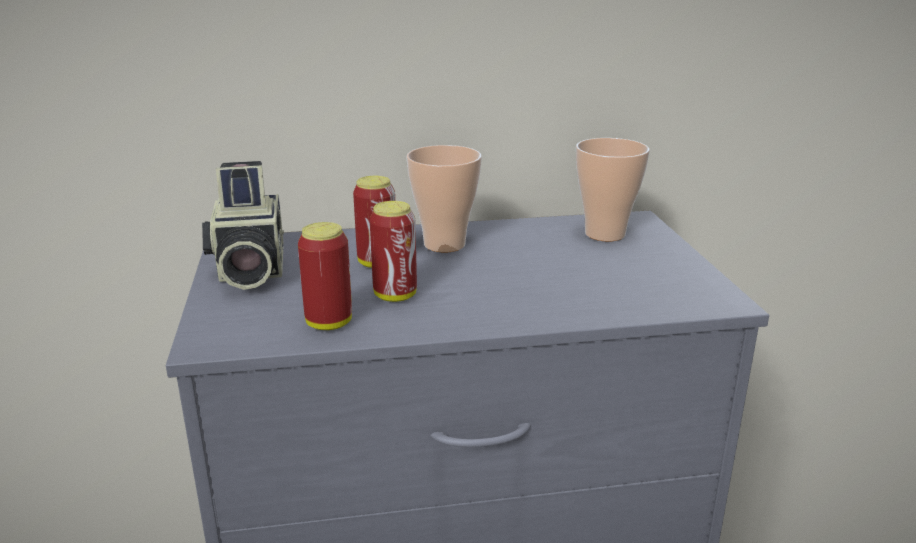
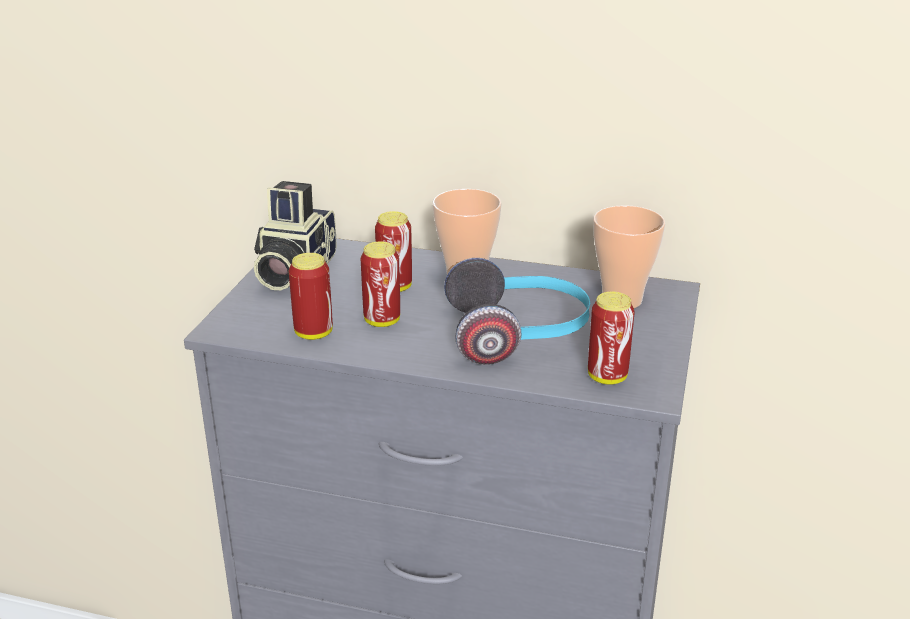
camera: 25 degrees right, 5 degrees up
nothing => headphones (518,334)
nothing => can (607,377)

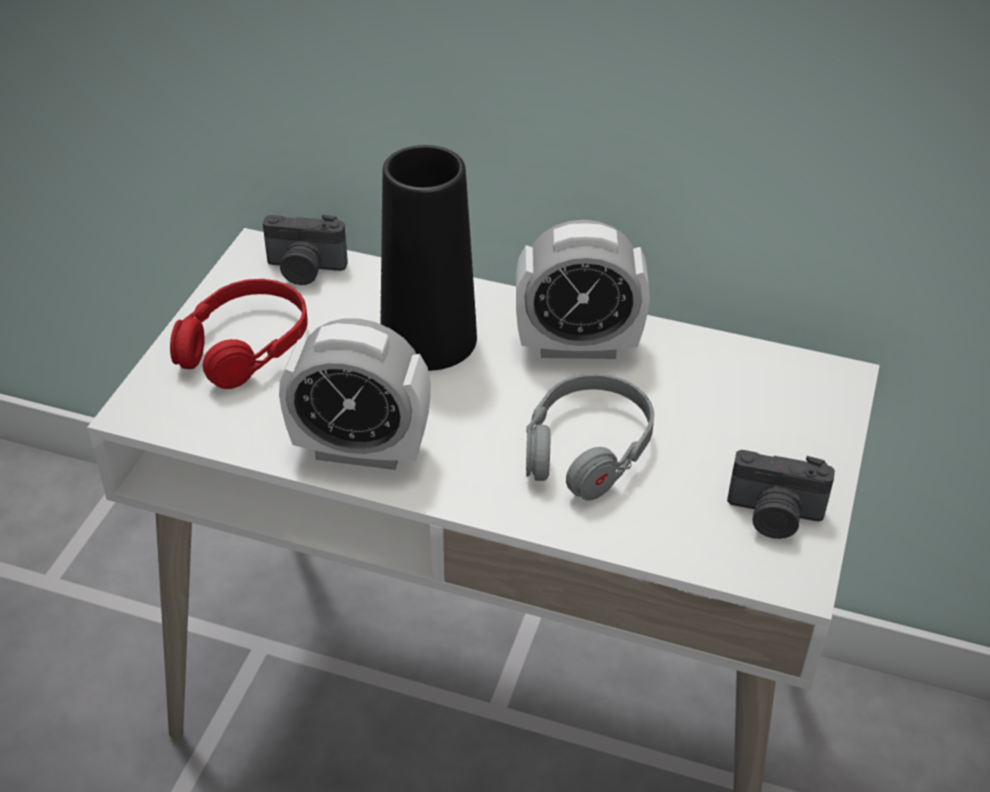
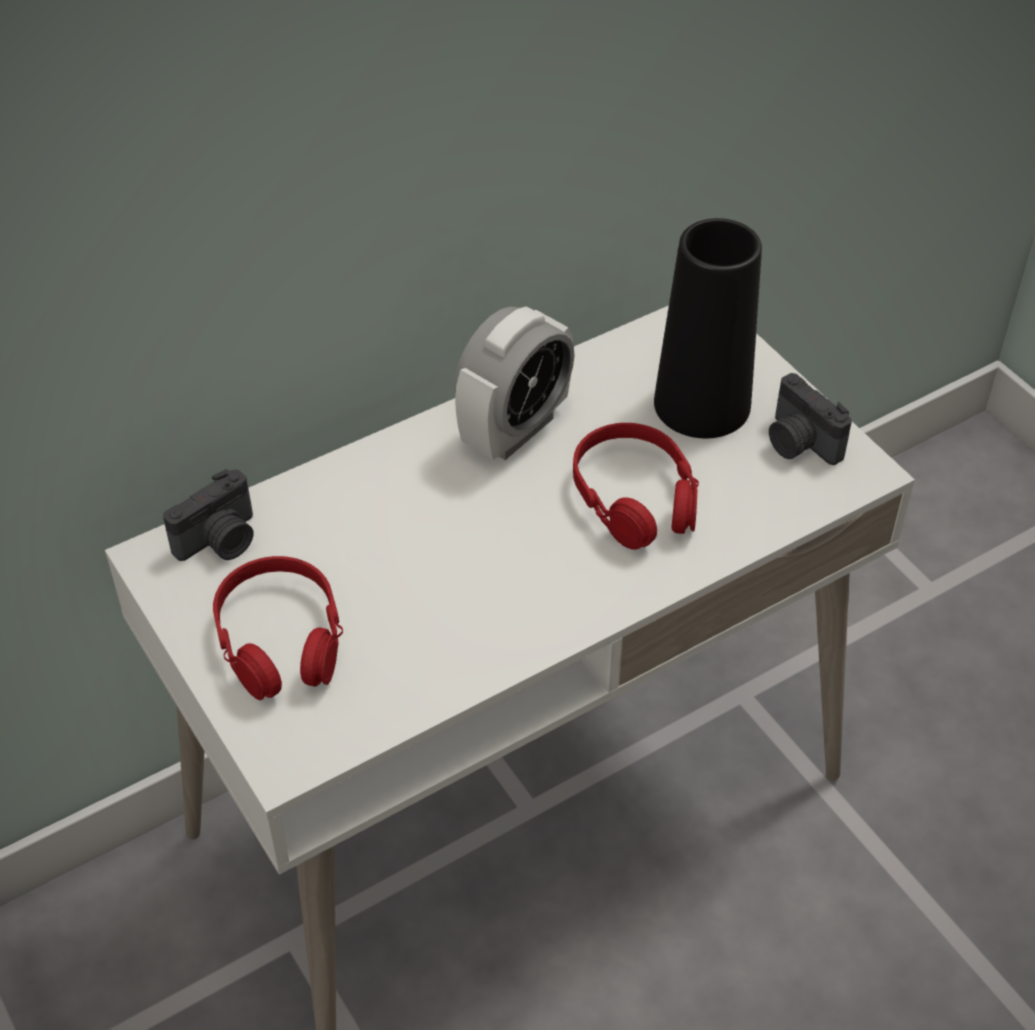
camera: 50 degrees left, 5 degrees up
alarm clock (360,450) => nothing
vase (black) (428,338) => vase (black) (702,404), moved
headphones (grey) (586,450) => headphones (red) (635,499)
photo camera (774,516) => photo camera (799,443), 90 degrees clockwise

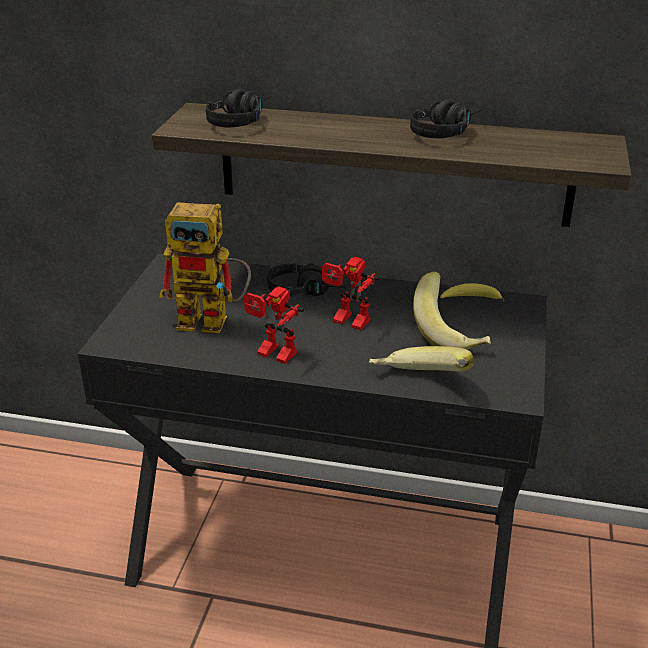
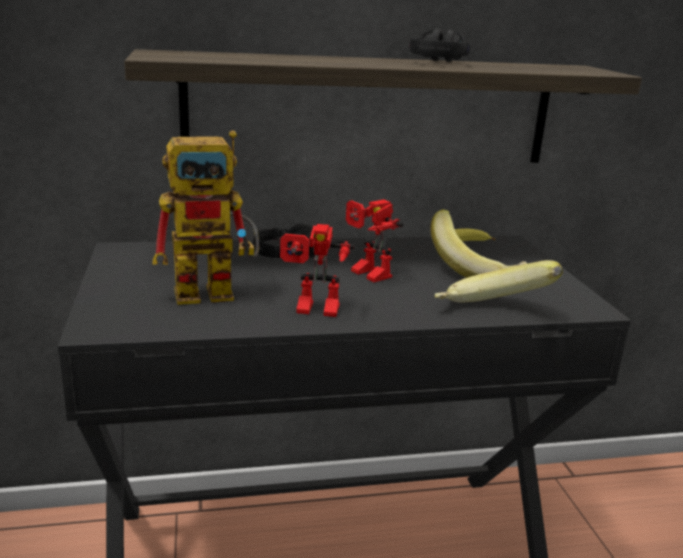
camera: 25 degrees left, 10 degrees down
headphones (black) (241,121) => nothing
toy robot (347,322) => toy robot (365,274), 45 degrees clockwise

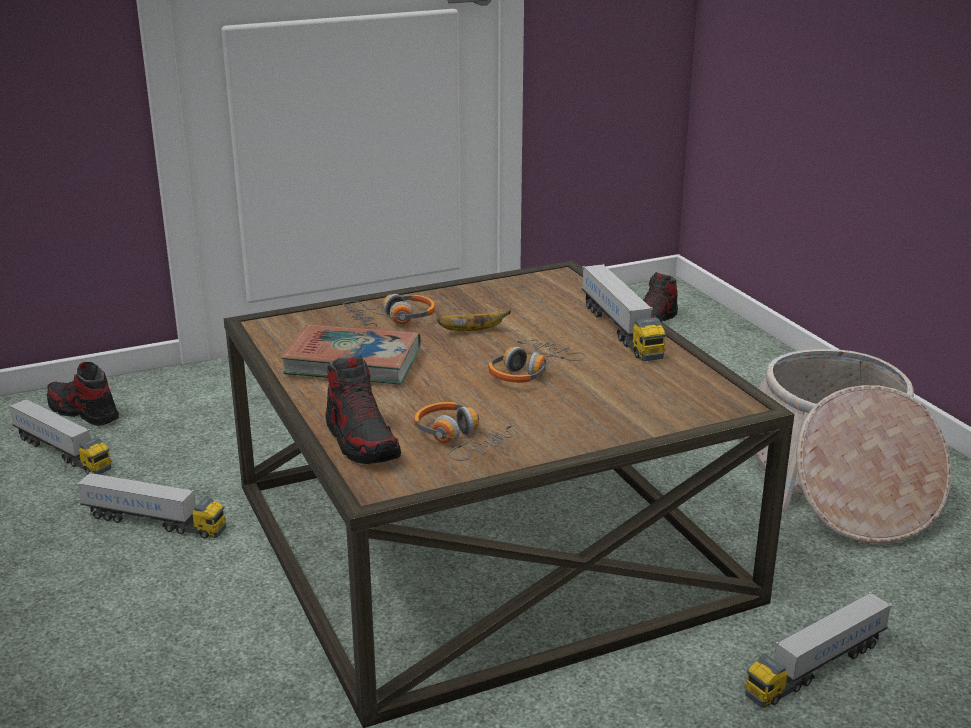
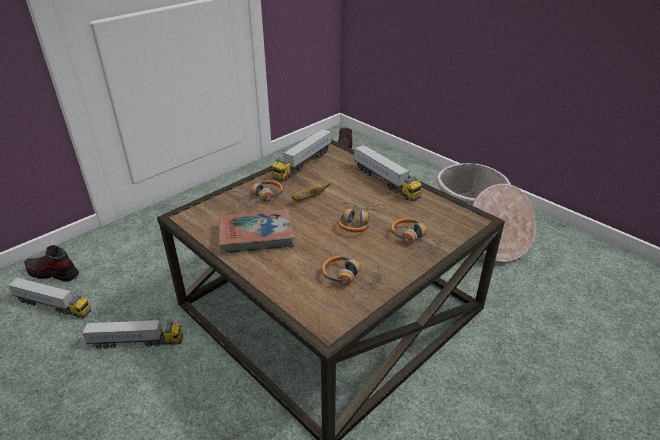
camera: 20 degrees left, 10 degrees up
shoe (361,440) => nothing
nothing => headphones (415,241)
toy truck (816,667) => toy truck (303,163), moved

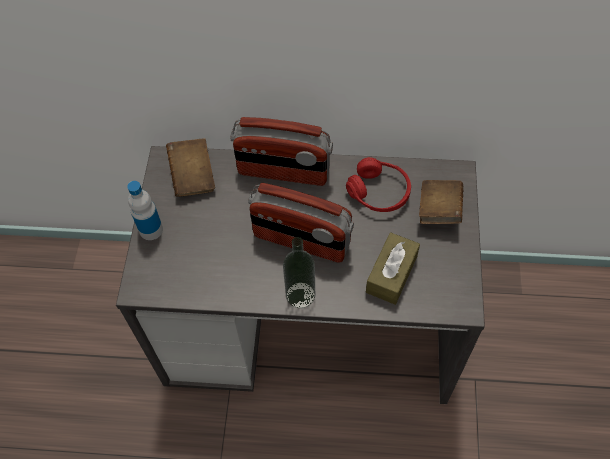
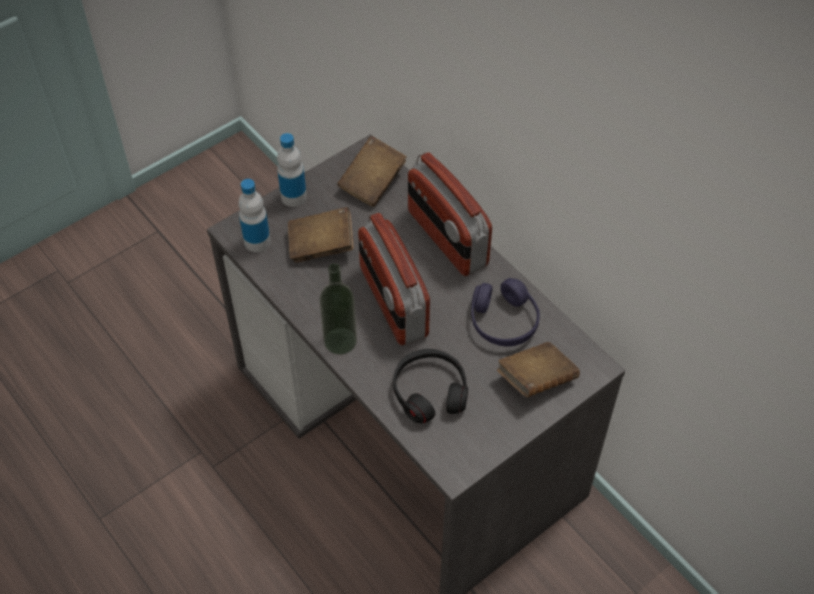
camera: 45 degrees right, 5 degrees down
nothing => bottle (257,241)
nothing => book (brown) (321,246)
tissue box (brown) (391,274) => headphones (black) (429,391)
headphones (red) (379,192) => headphones (purple) (503,321)

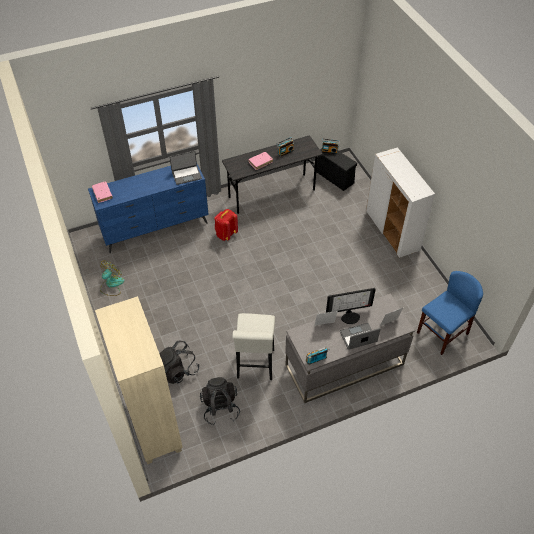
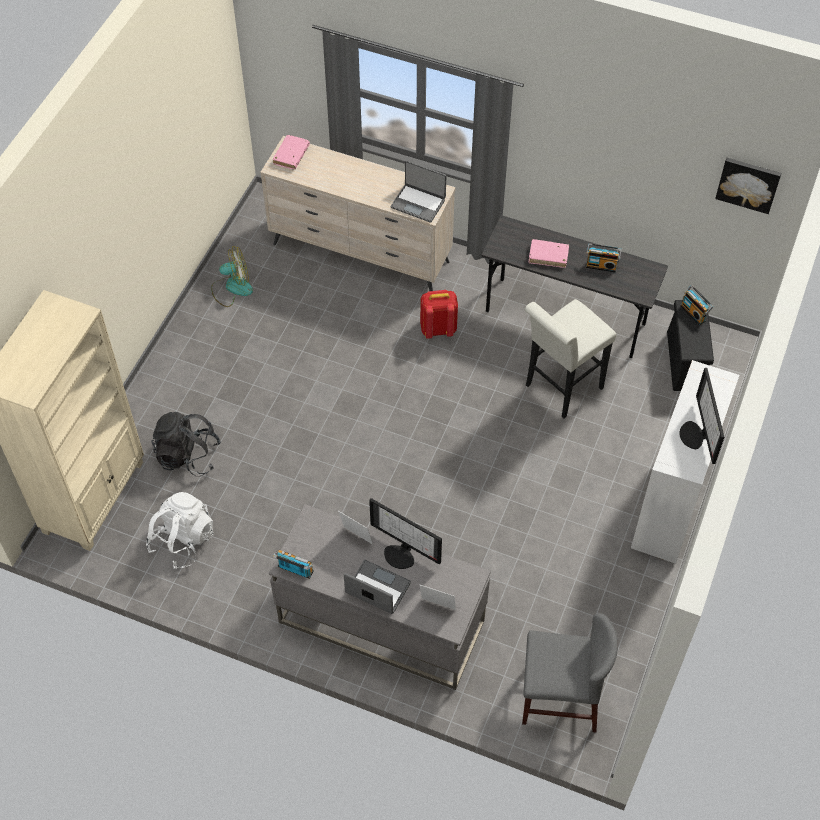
camera: 45 degrees right, 5 degrees up
nothing => monitor (695,435)
nothing => picture (748,184)
stool (white) (255,367) => stool (white) (560,389), moved
dresser (blue) (156,229) => dresser (beige) (361,254)
backpack (black) (220,407) => backpack (white) (183,540)
chair (blue) (442,333) => chair (grey) (560,698)

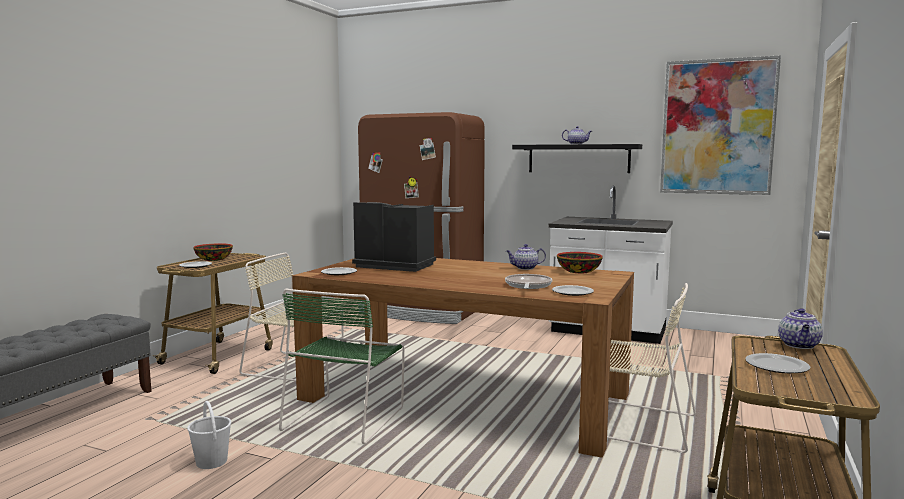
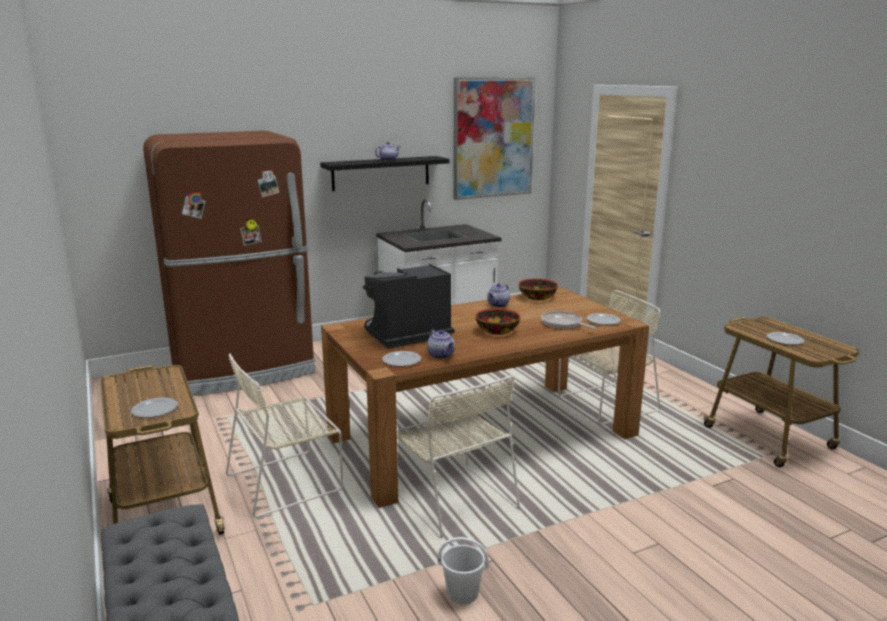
camera: 50 degrees left, 10 degrees up
bowl (213,259) => bowl (497,331), moved
teapot (799,345) => teapot (441,355), moved
chair (green) (346,417) => chair (beige) (452,498)

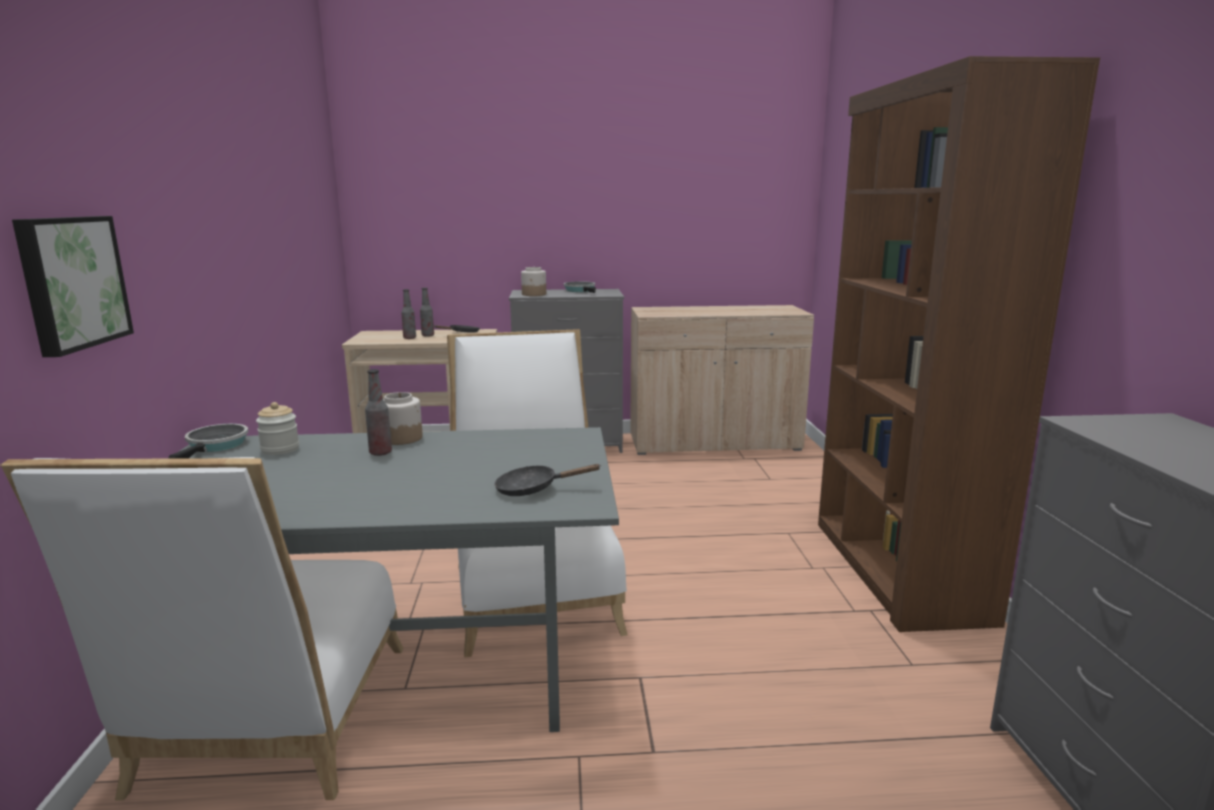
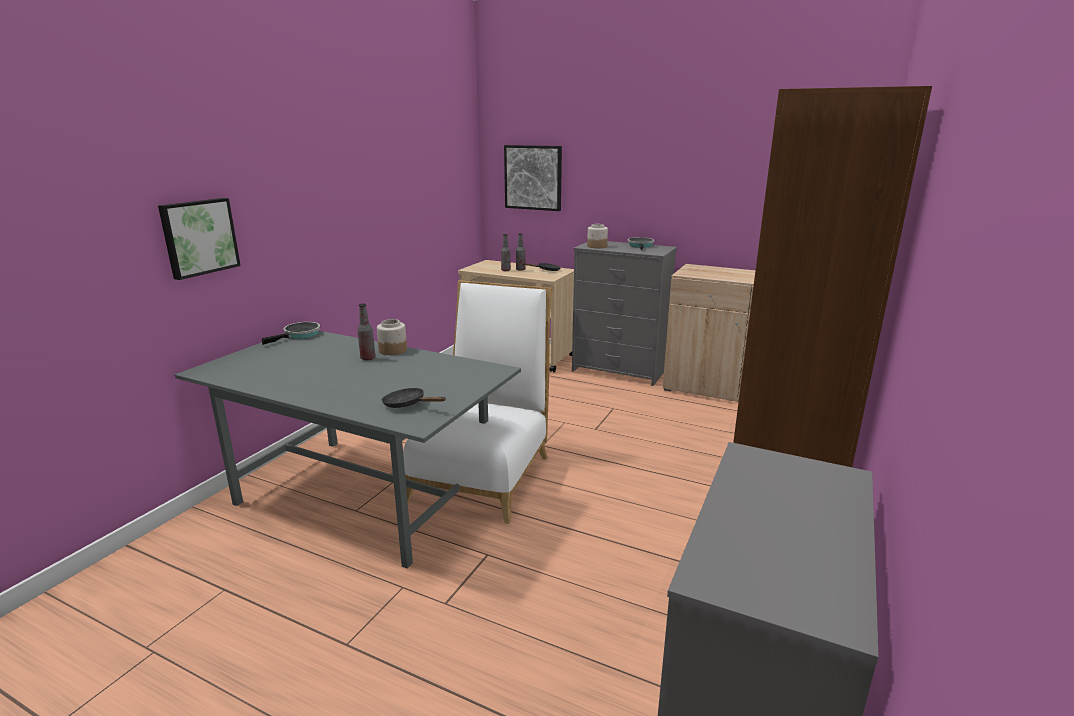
camera: 30 degrees right, 5 degrees up
chair (white) (270,727) => nothing
jar (280,449) => nothing
nothing => picture (533,177)

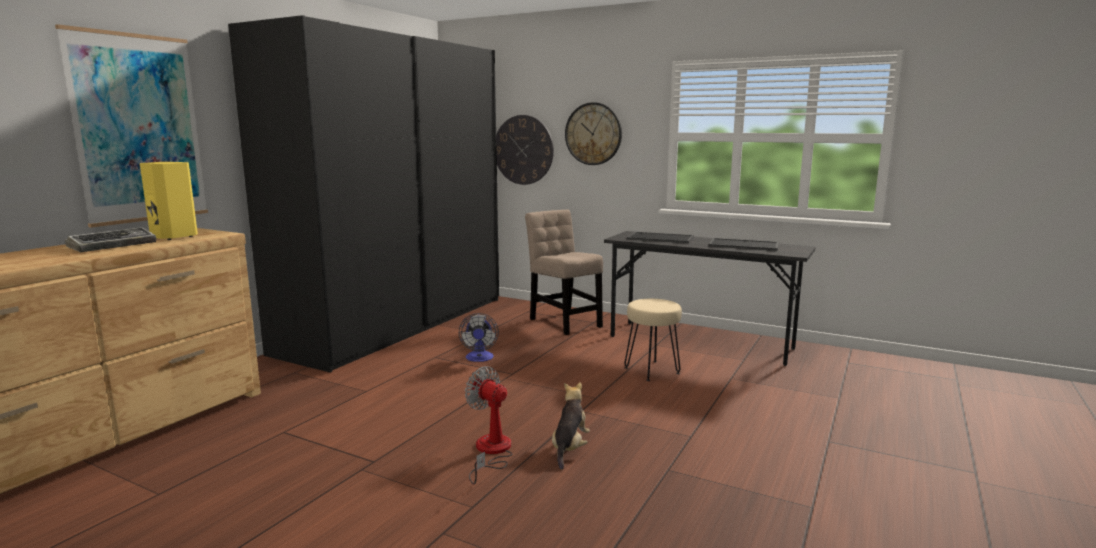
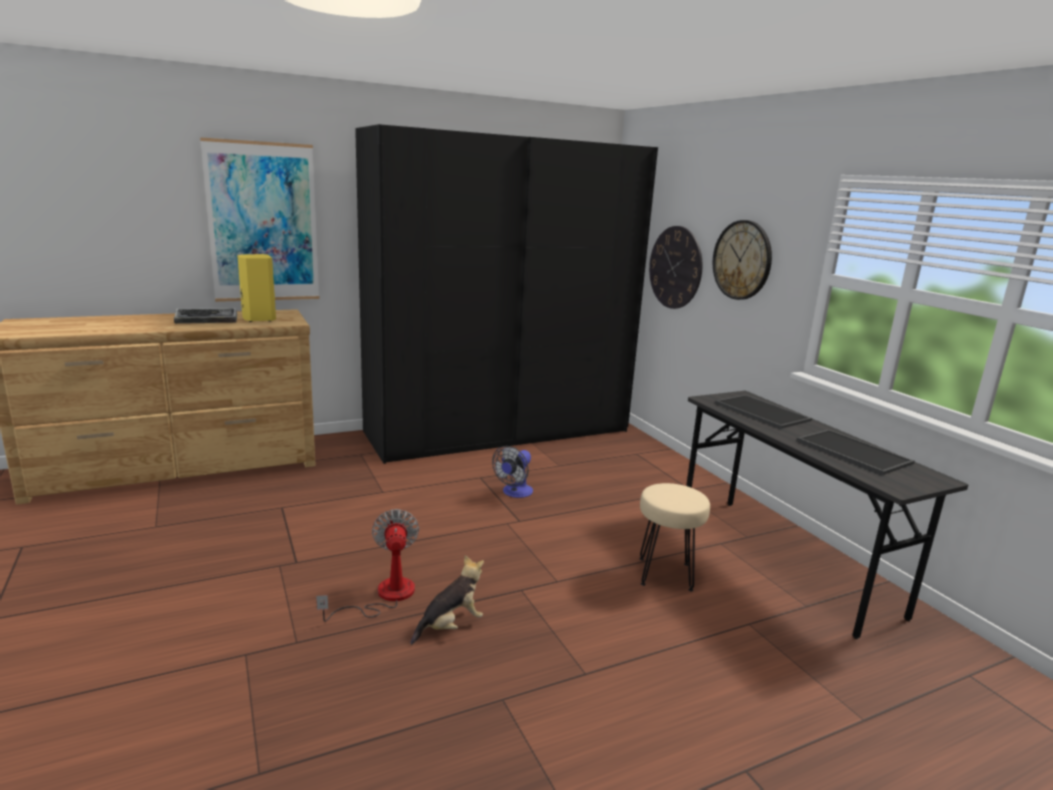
camera: 35 degrees right, 5 degrees up
chair (beige) (563,321) => nothing

